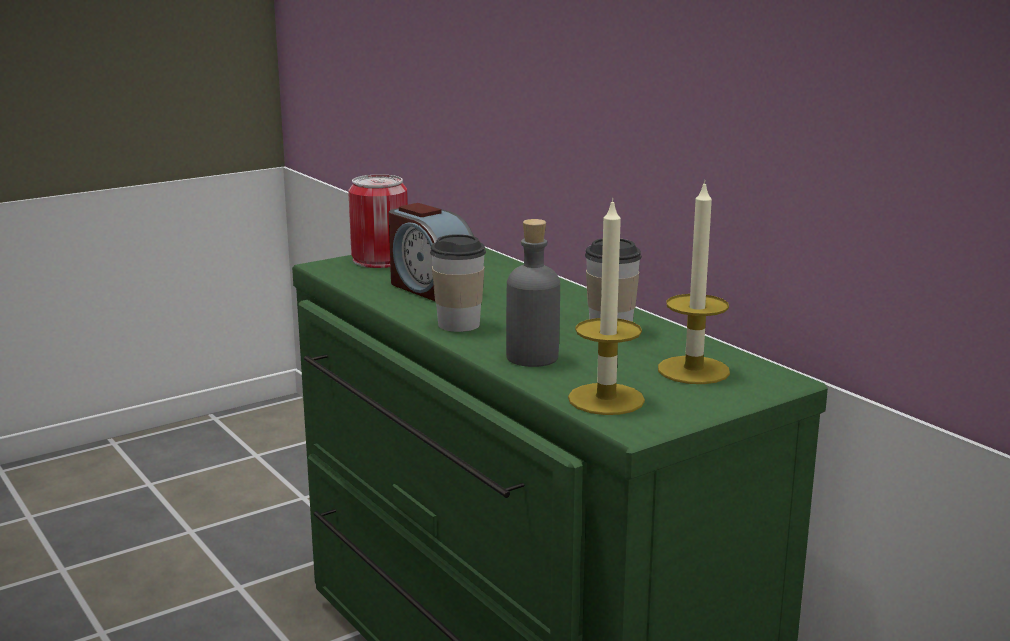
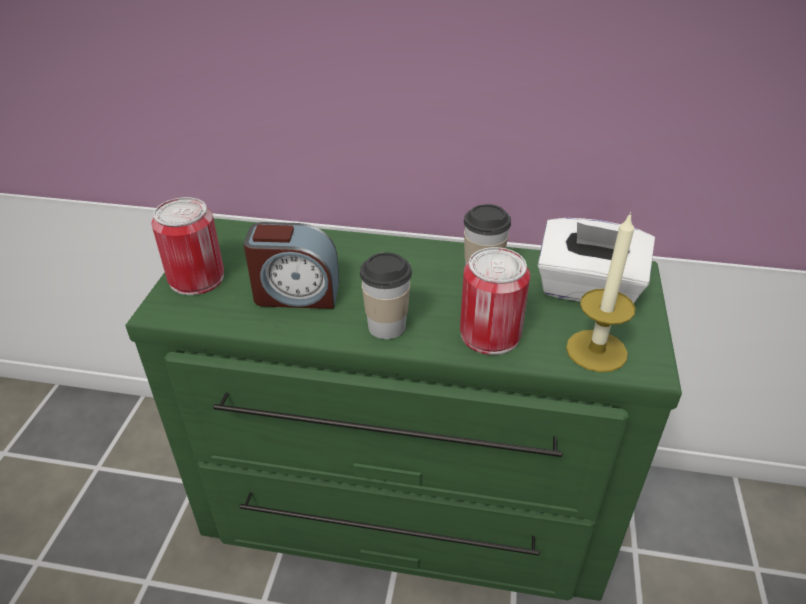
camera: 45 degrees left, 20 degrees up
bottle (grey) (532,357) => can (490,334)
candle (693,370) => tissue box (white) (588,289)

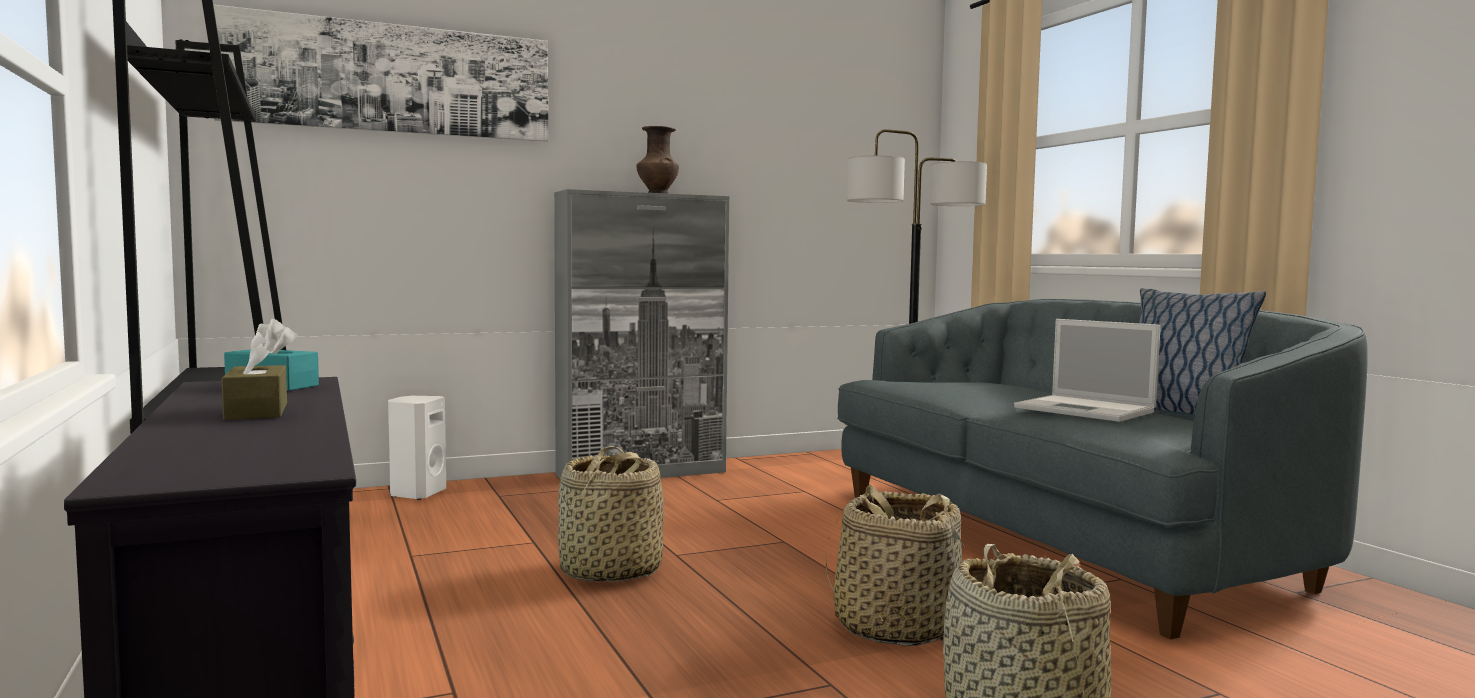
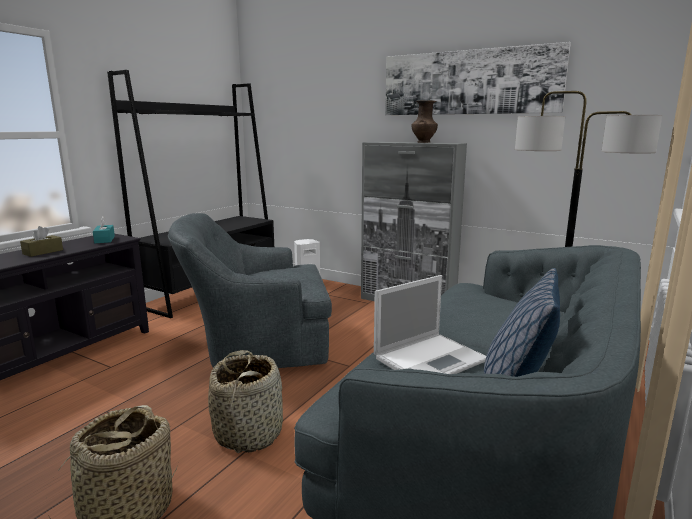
camera: 55 degrees right, 10 degrees up
picture (390,79) => picture (468,82), moved
basket (609,571) => armchair (grey) (256,346)
laptop (1087,410) => laptop (431,358), 135 degrees counterclockwise

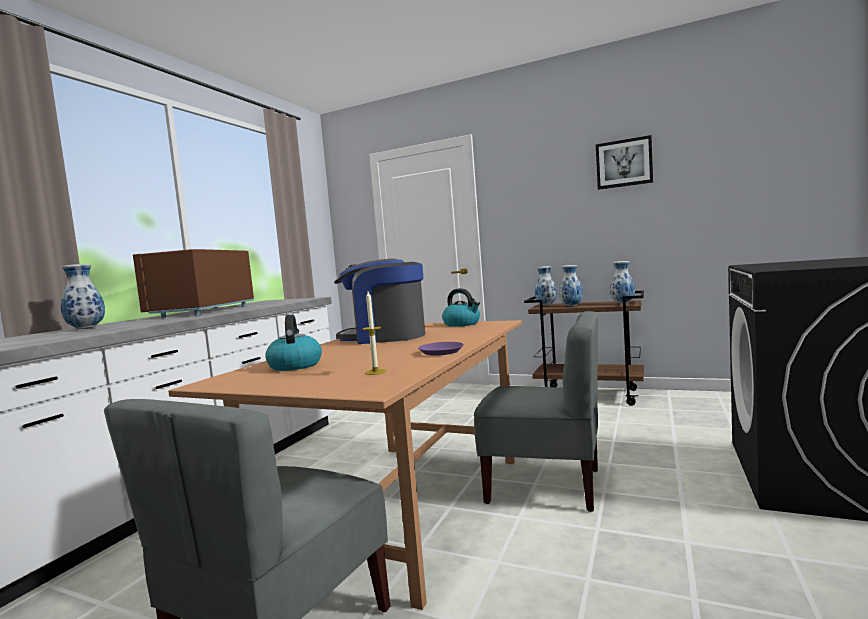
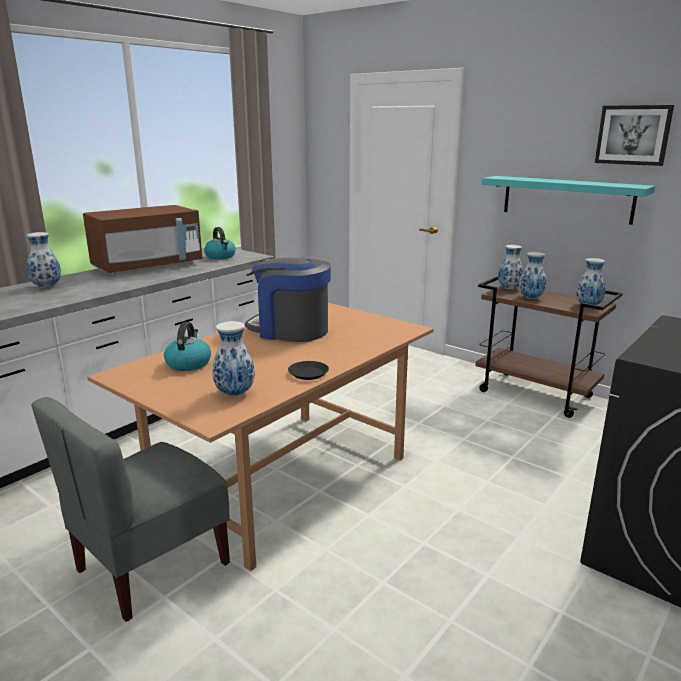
camera: 15 degrees right, 15 degrees up
chair (grey) (545,485) => nothing
nothing => shelf (turquoise) (566,199)
kettle (462,324) => kettle (220,256), moved
candle (375,372) => vase (235,393)
plate (purple) (441,352) => plate (black) (308,373)
microwave (brown) (203,311) => microwave (brown) (148,267), 150 degrees counterclockwise

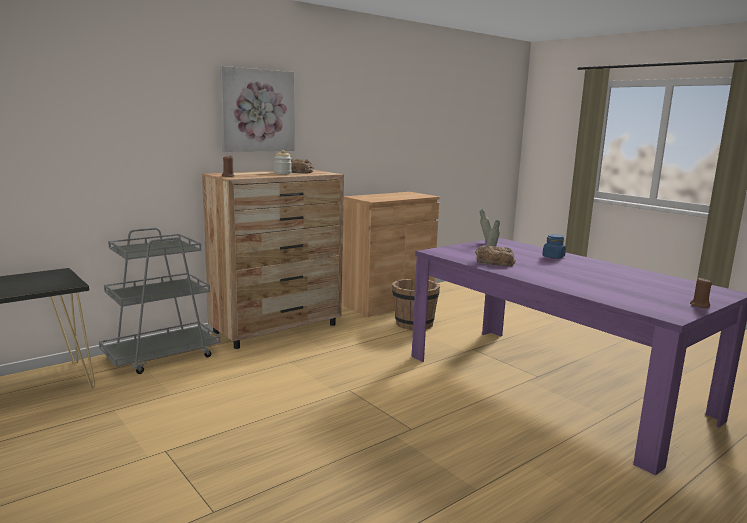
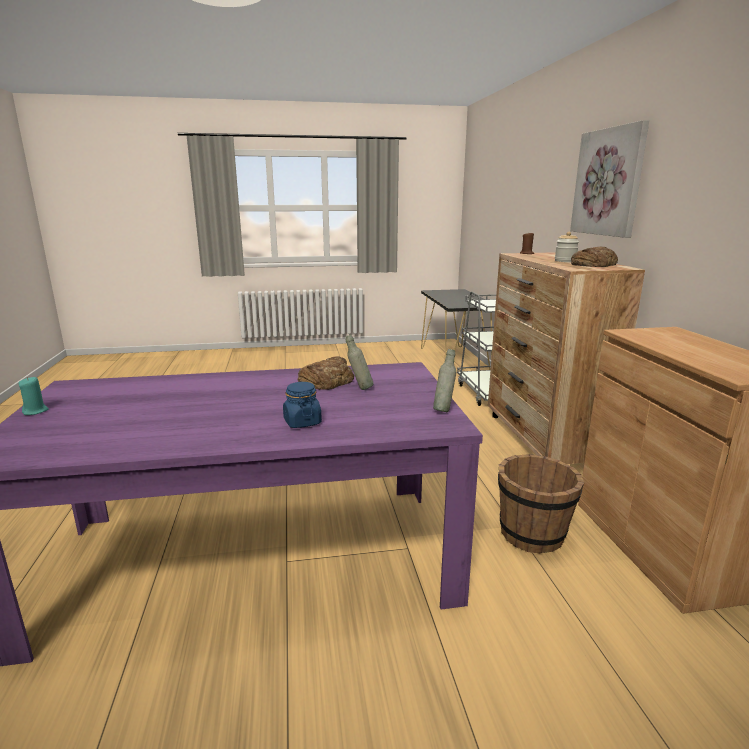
camera: 120 degrees right, 5 degrees up
candle (brown) (699,305) => candle (turquoise) (35,411)

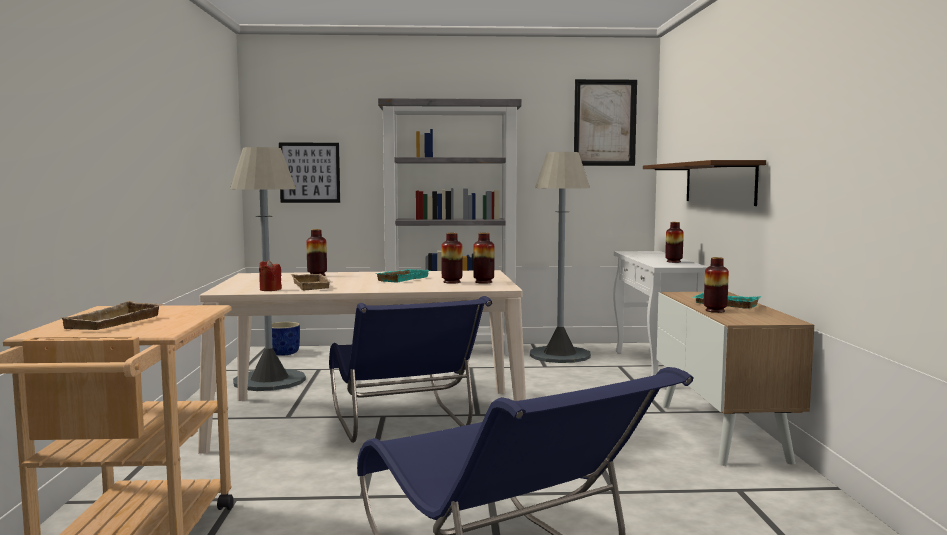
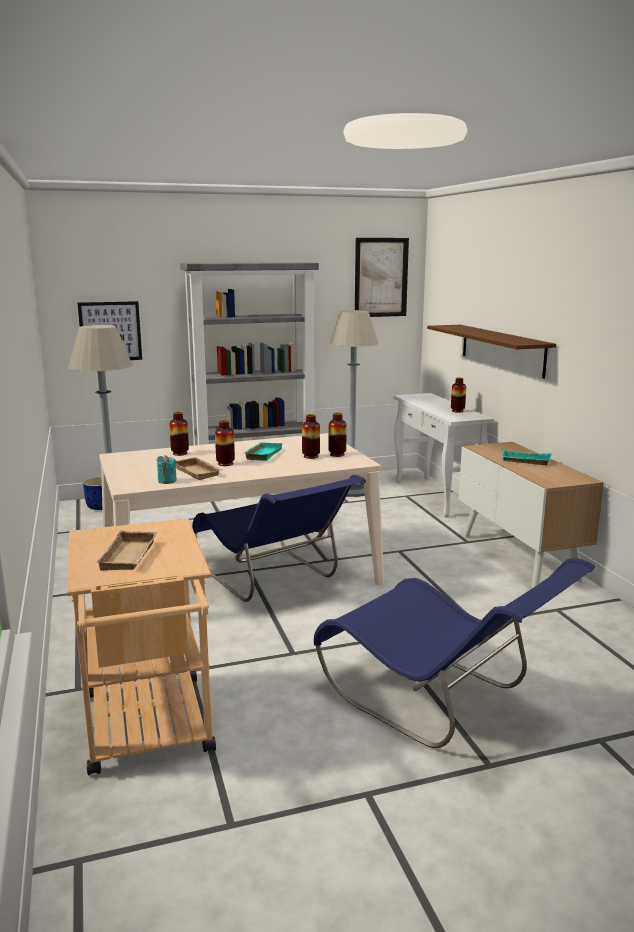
camera: 15 degrees left, 10 degrees up
vase (715,311) => vase (225,464), moved
candle (red) (270,289) => candle (turquoise) (167,481)

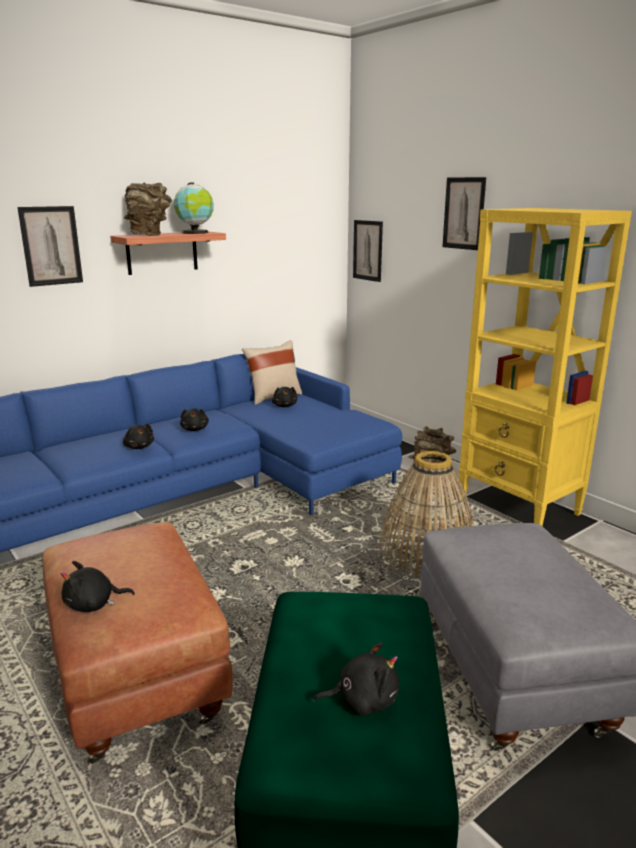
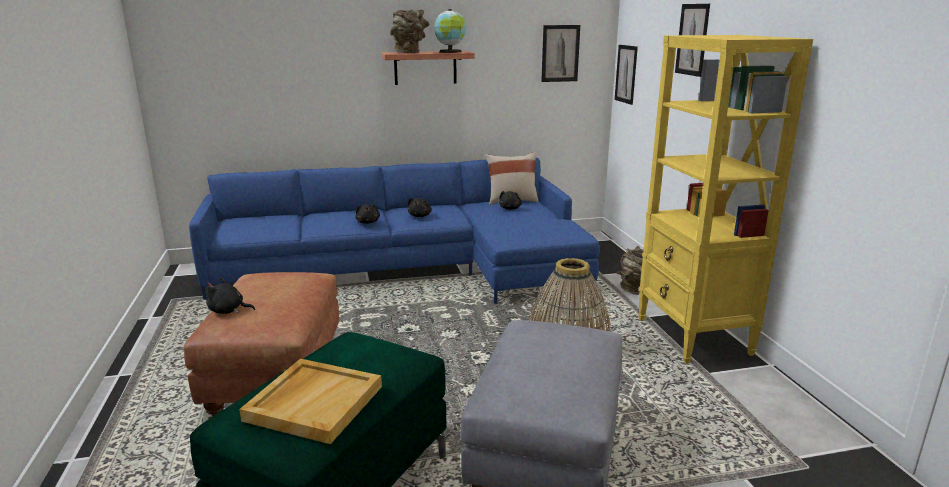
camera: 25 degrees right, 0 degrees up
picture (51,246) => picture (560,53), moved
plush toy (black) (362,700) => tray (beige) (314,402)

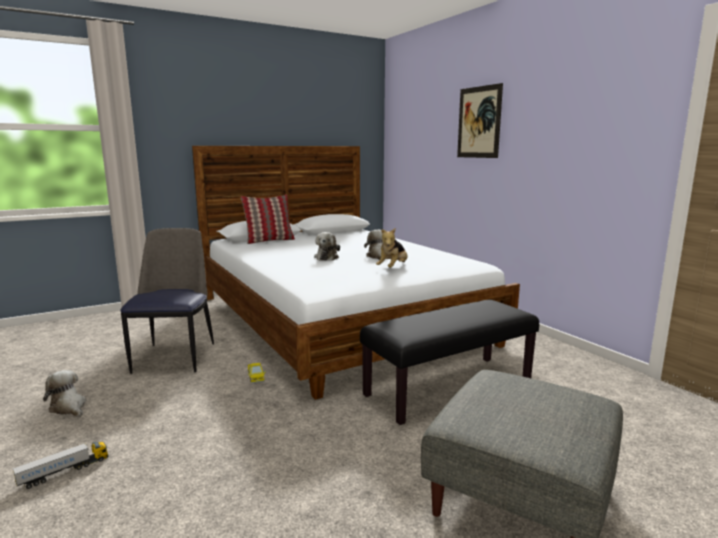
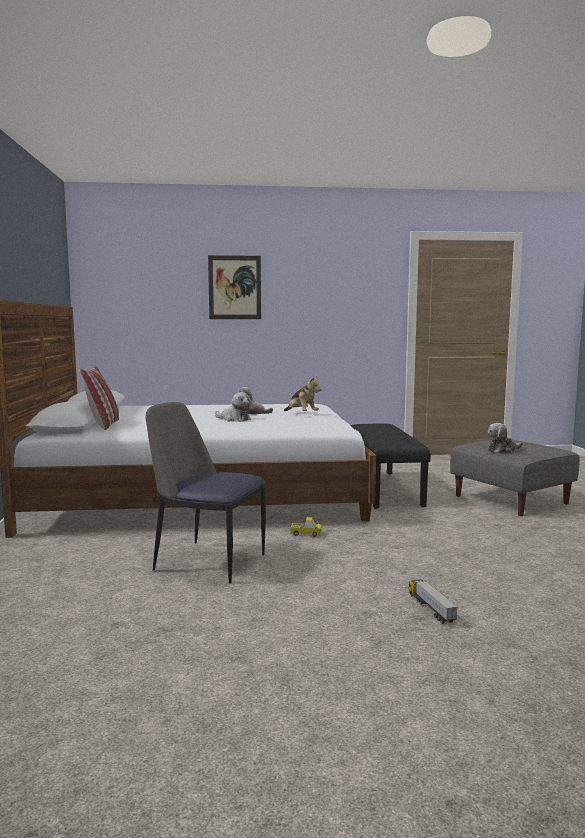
camera: 65 degrees left, 5 degrees down
plush toy (69,407) => plush toy (503,450), moved

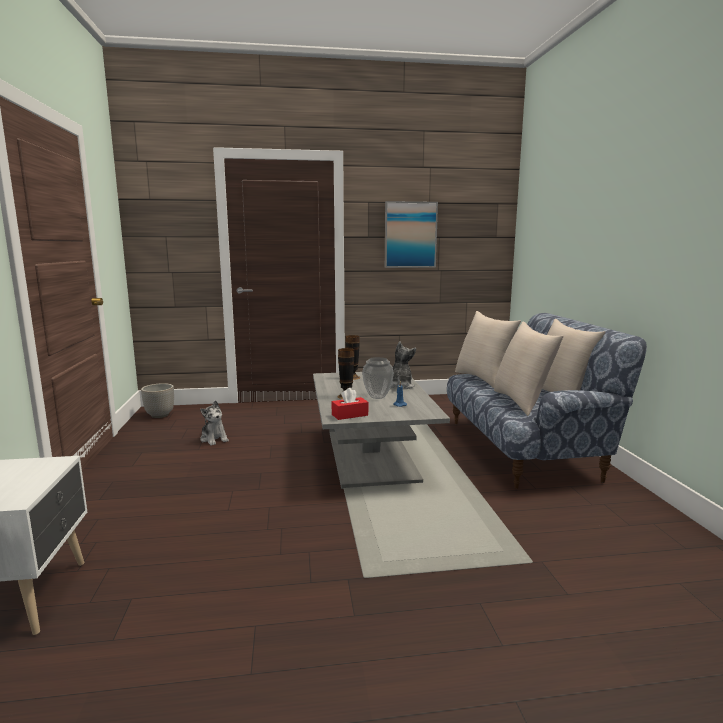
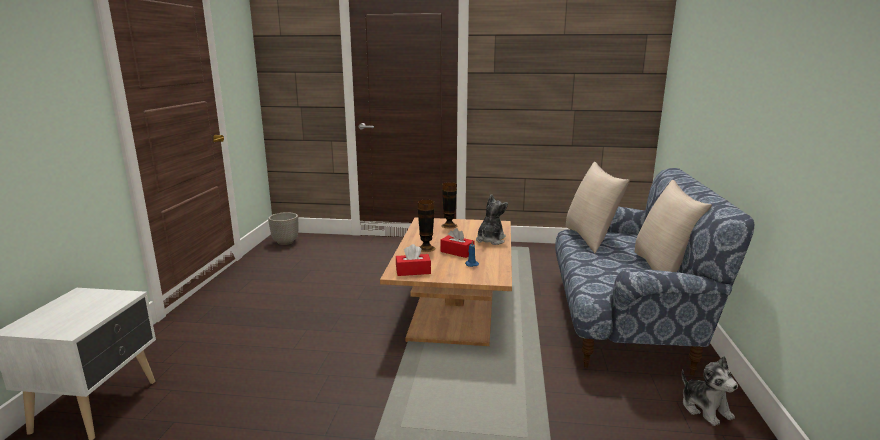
camera: 15 degrees right, 5 degrees up
picture (410,235) => nothing
pillow (beige) (522,402) => nothing
plush toy (214,439) => plush toy (705,408), moved
vase (378,397) => tissue box (red) (457,252)
coffee table (grey) (371,456) => coffee table (brown) (454,309)

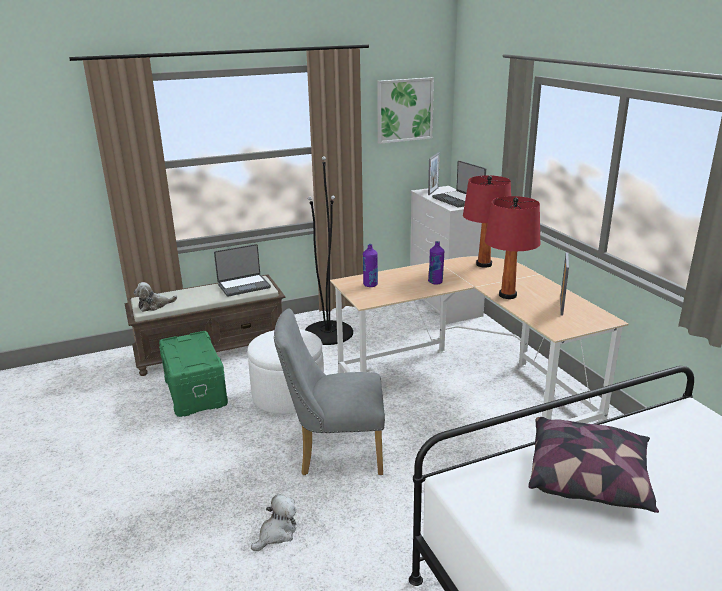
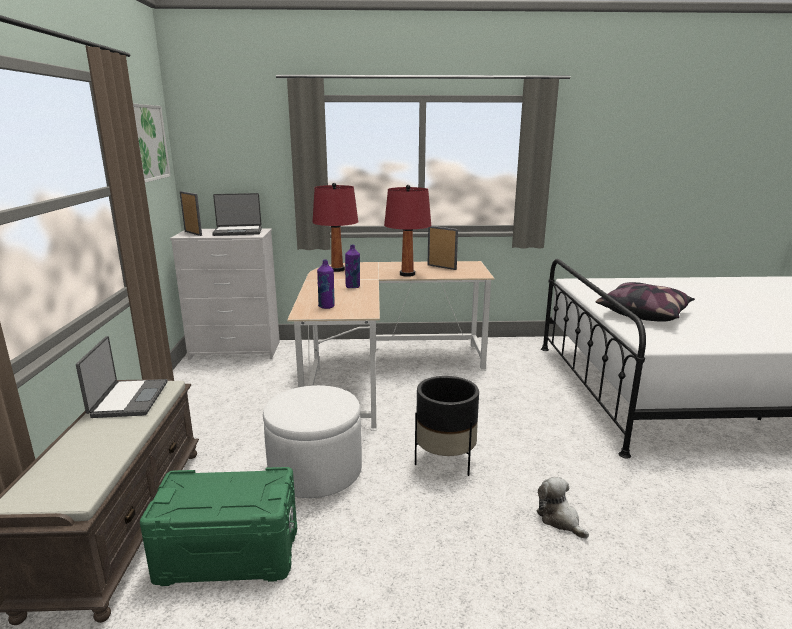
camera: 70 degrees left, 5 degrees down
plush toy (154,306) => nothing
floor lamp (black) (328,333) => nothing
chair (grey) (334,453) => planter (black) (445,461)

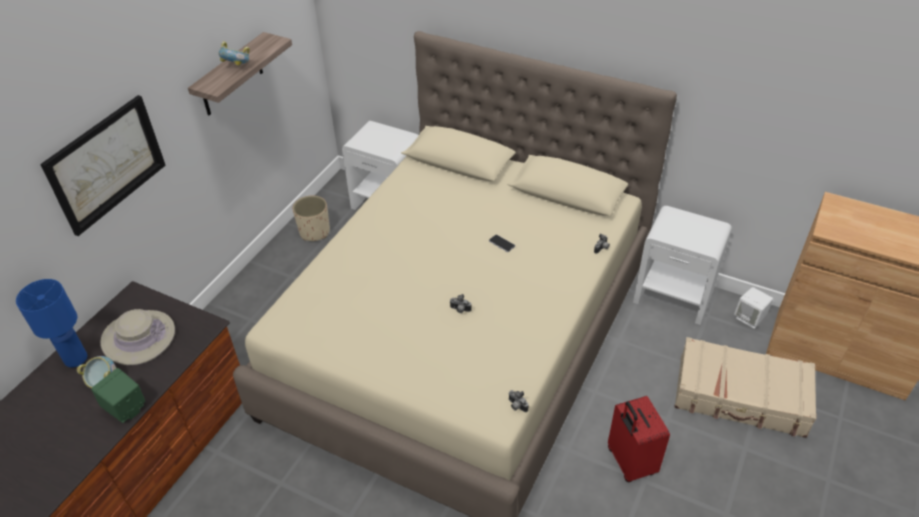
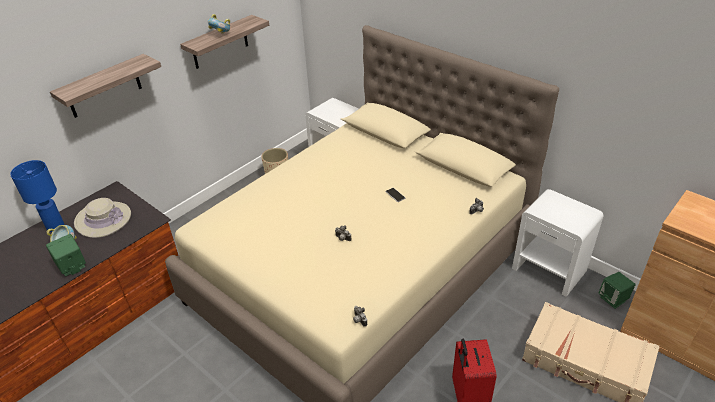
camera: 15 degrees right, 5 degrees down
picture (106,164) => shelf (104,87)
speaker (white) (749,318) => speaker (green) (613,299)

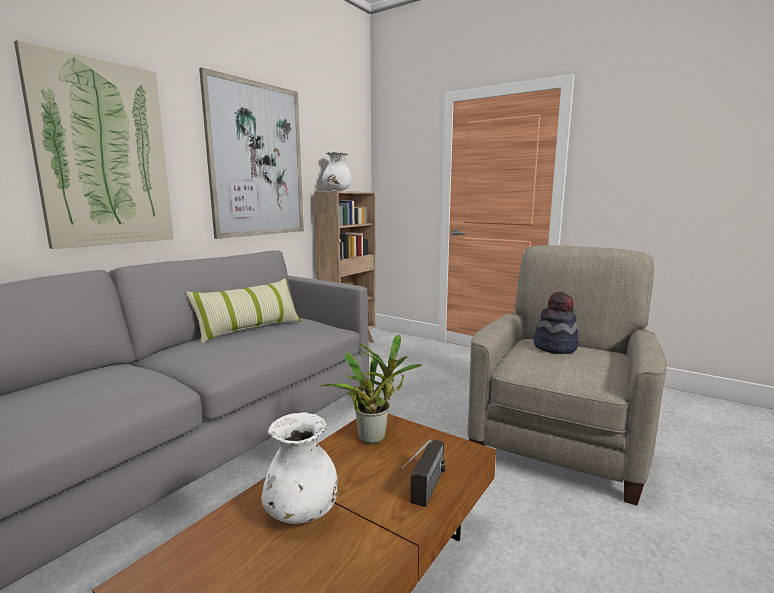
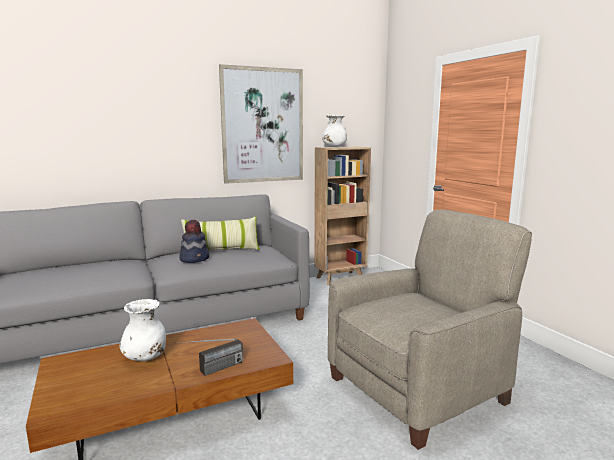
camera: 30 degrees right, 0 degrees up
picture (103,155) => nothing
potted plant (375,436) => nothing
hat (555,347) => hat (195,259), moved

